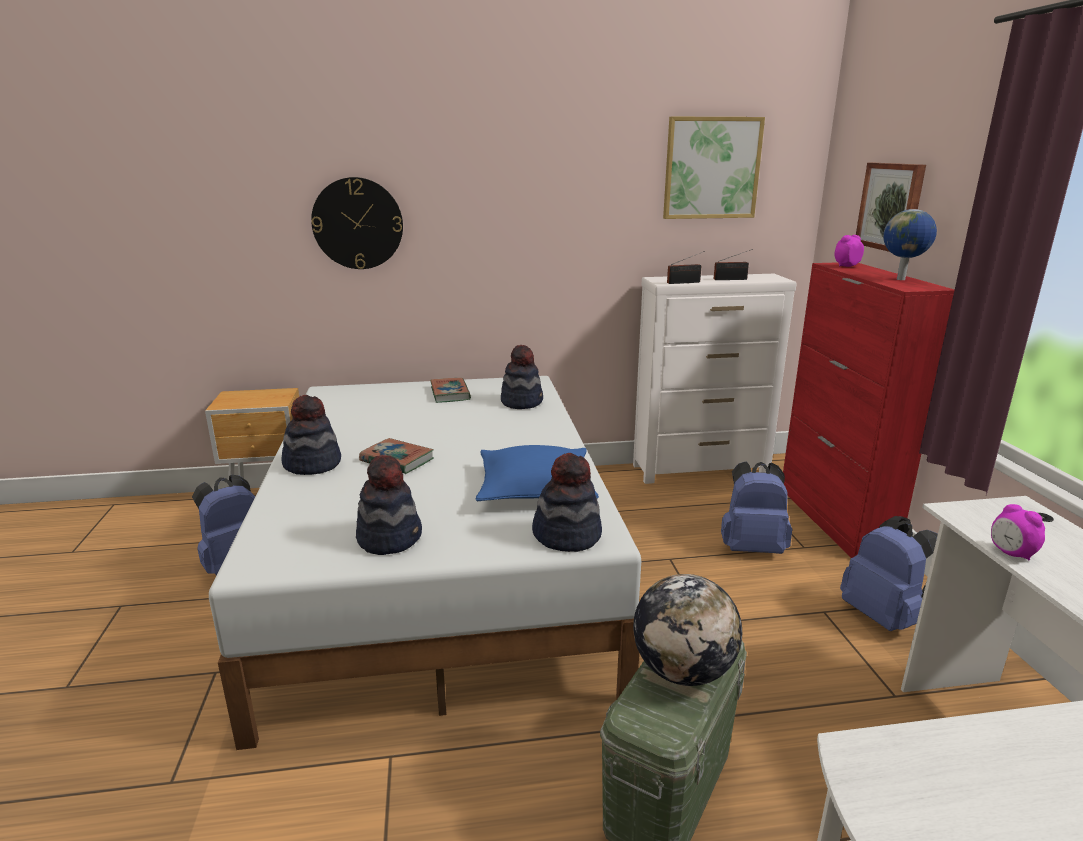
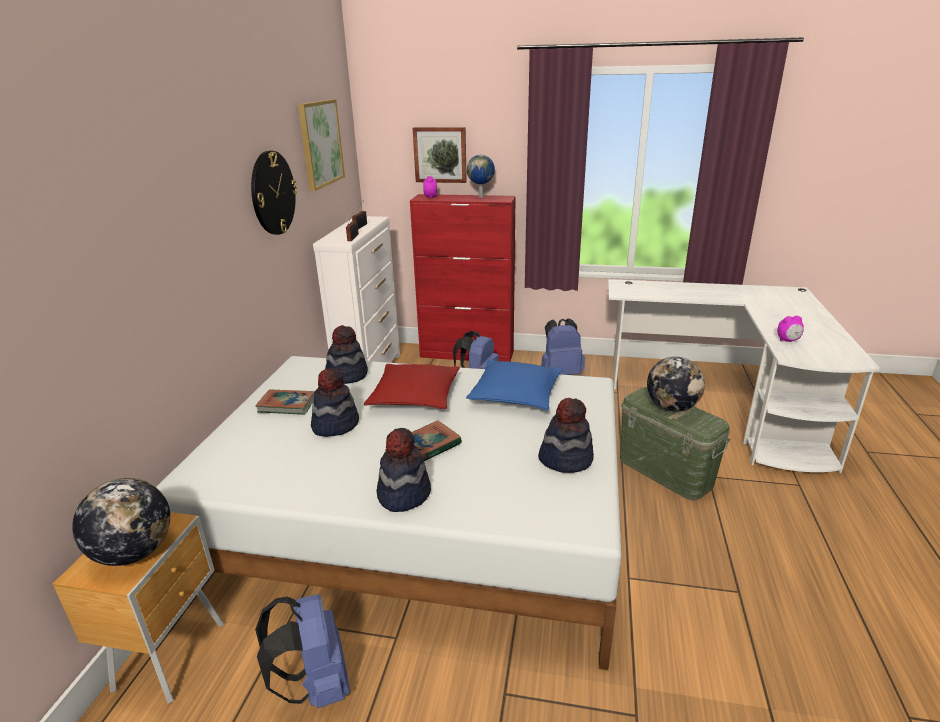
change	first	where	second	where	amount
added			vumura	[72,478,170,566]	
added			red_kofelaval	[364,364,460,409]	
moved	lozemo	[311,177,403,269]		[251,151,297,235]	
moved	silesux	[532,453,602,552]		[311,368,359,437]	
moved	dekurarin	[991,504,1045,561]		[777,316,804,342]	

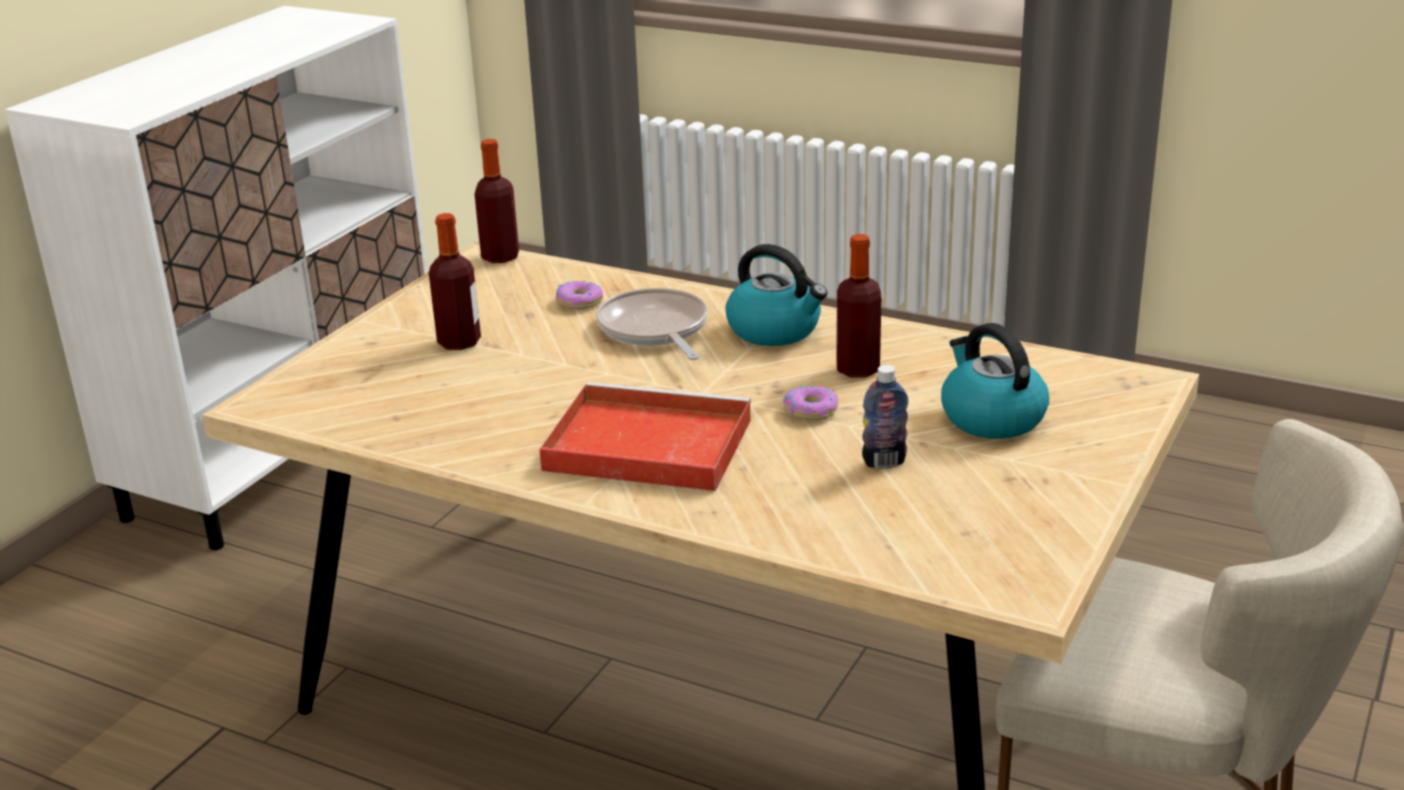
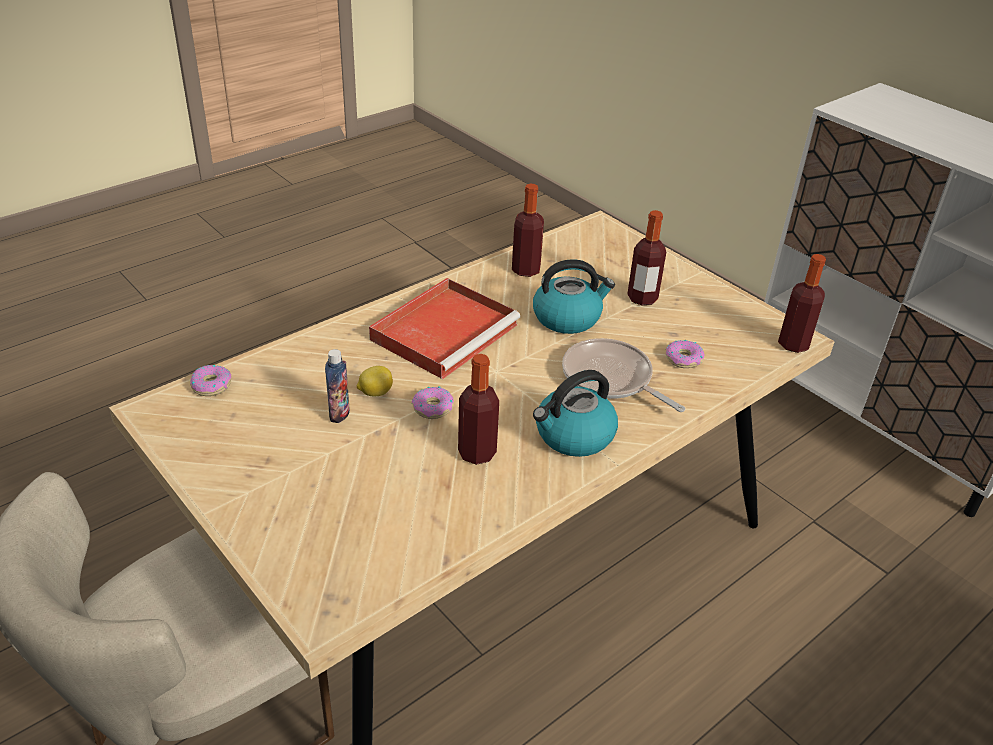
change	first	where	second	where	amount
added			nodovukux	[190,365,231,396]	
added			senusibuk	[357,366,393,397]	
added			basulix	[512,184,544,277]	
moved	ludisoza	[941,323,1049,439]		[533,259,615,334]	
turned	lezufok	[596,288,708,360]		[562,338,685,412]	135 degrees counterclockwise

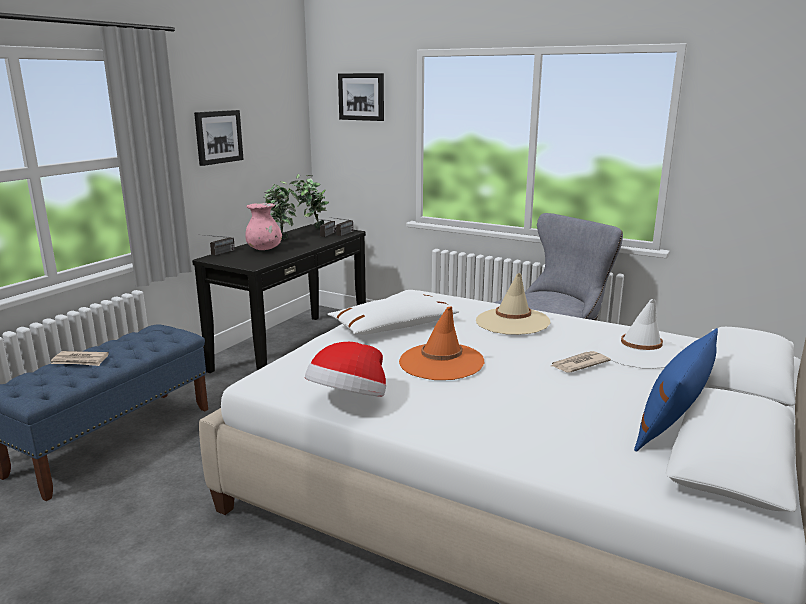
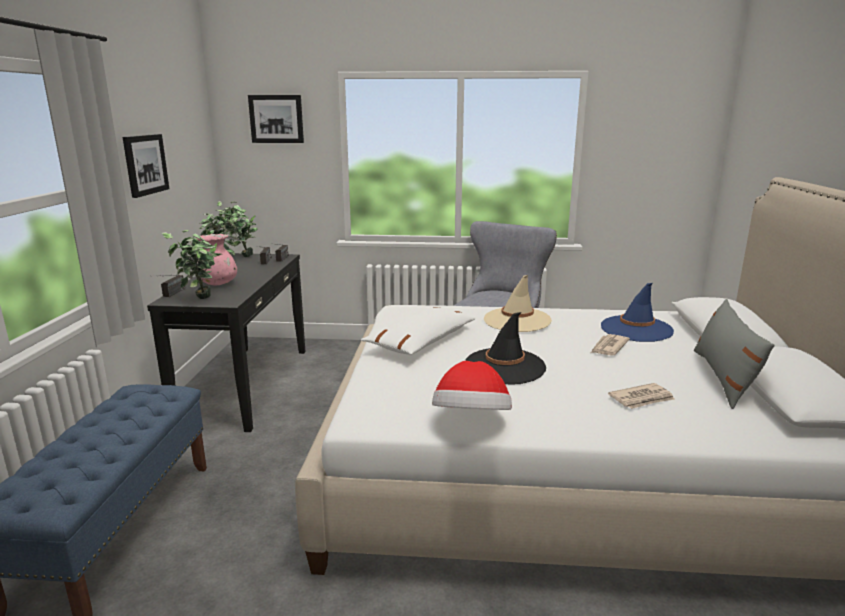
change	first	where	second	where	amount
added			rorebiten	[162,230,222,299]	
moved	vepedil	[51,351,109,366]		[608,383,675,409]	
recoloured	orange_silesux	[399,307,484,380]	black_silesux	[465,312,546,384]	
recoloured	white_silesux	[598,299,682,369]	blue_silesux	[601,283,674,342]	
recoloured	blue_kofelaval	[634,328,718,452]	grey_kofelaval	[694,299,774,409]	

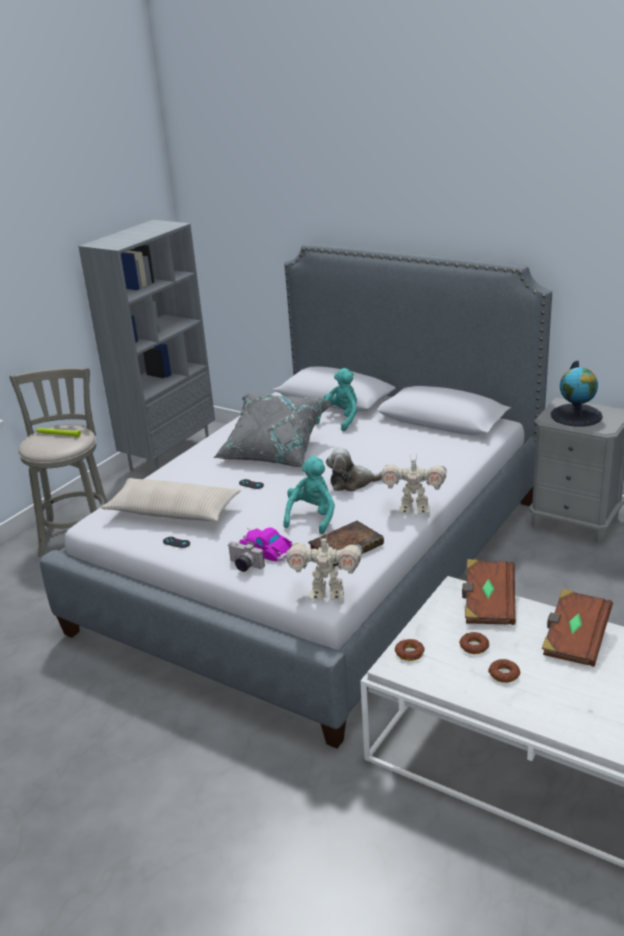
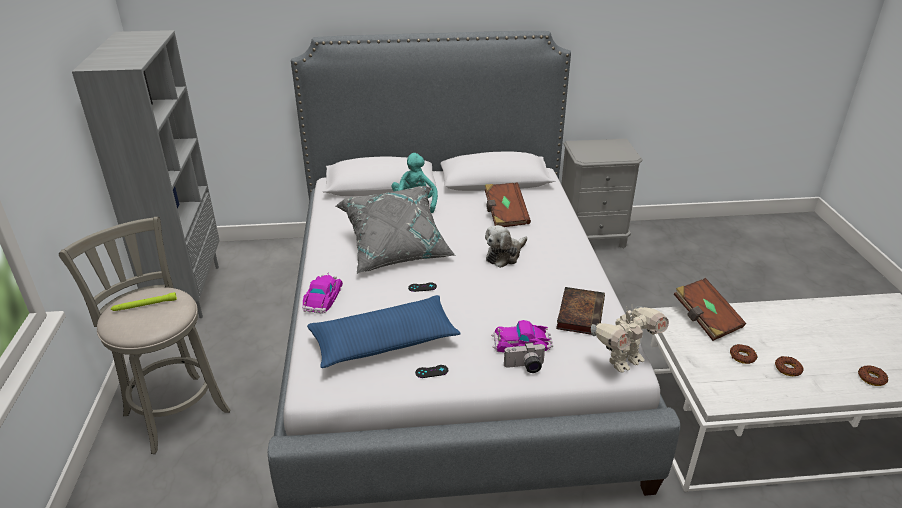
change	first	where	second	where	amount
removed	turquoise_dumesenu	[283,456,335,534]			
removed	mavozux	[381,454,447,514]			
removed	vumura	[551,360,603,427]			
added			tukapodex	[302,272,343,314]	
moved	nodovukux	[395,639,424,661]		[858,365,888,386]	
moved	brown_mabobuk	[542,589,613,667]		[485,182,531,227]	
recoloured	beige_kofelaval	[101,478,241,522]	blue_kofelaval	[307,295,461,368]	

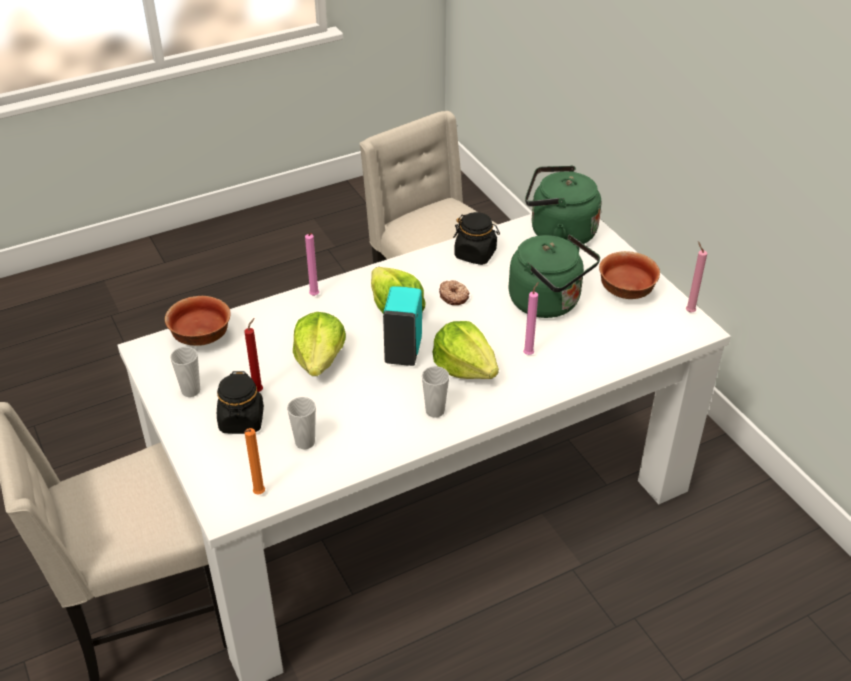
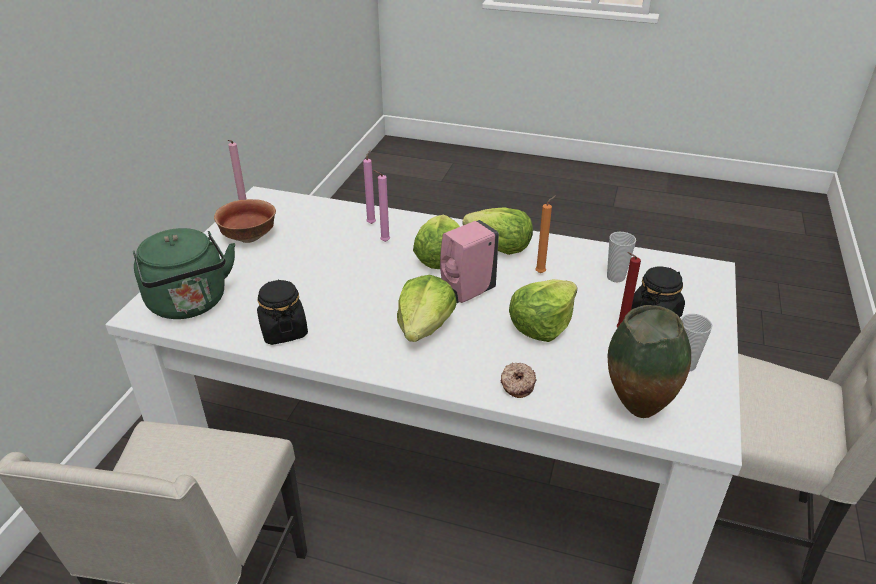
change	first	where	second	where	amount
removed	green_ludisoza	[509,234,600,318]			
moved	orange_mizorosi	[245,428,265,494]		[535,196,555,273]	
moved	pink_mizorosi	[305,233,319,296]		[363,149,376,224]	
moved	nodovukux	[439,280,470,305]		[501,362,537,398]	
replaced	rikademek	[165,296,231,346]	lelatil	[608,305,691,418]	
replaced	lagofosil	[422,366,449,418]	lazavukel	[463,207,533,255]	
recoloured	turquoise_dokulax	[383,286,422,366]	pink_dokulax	[440,220,499,303]	

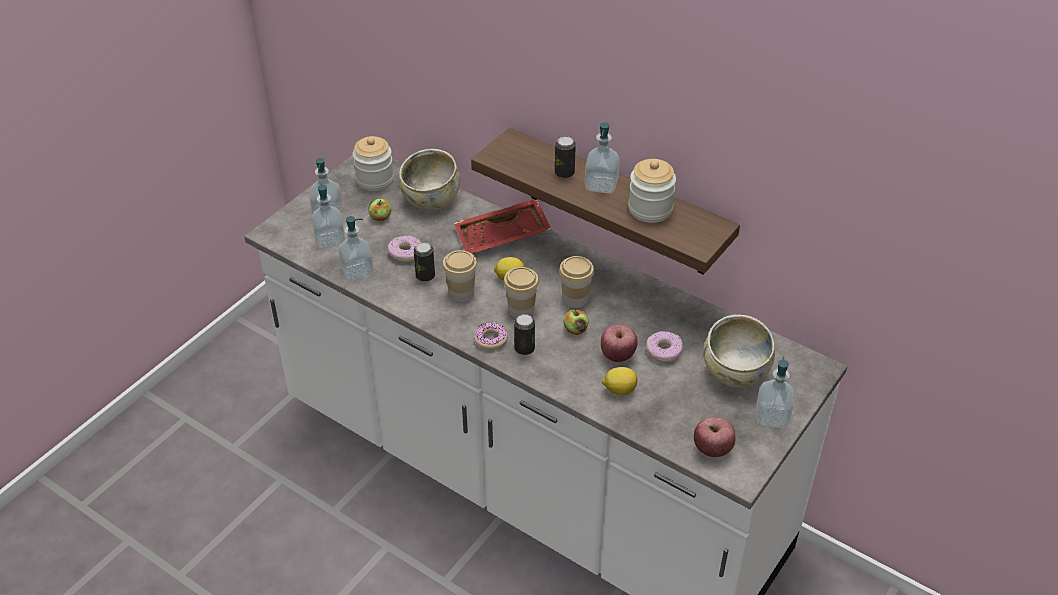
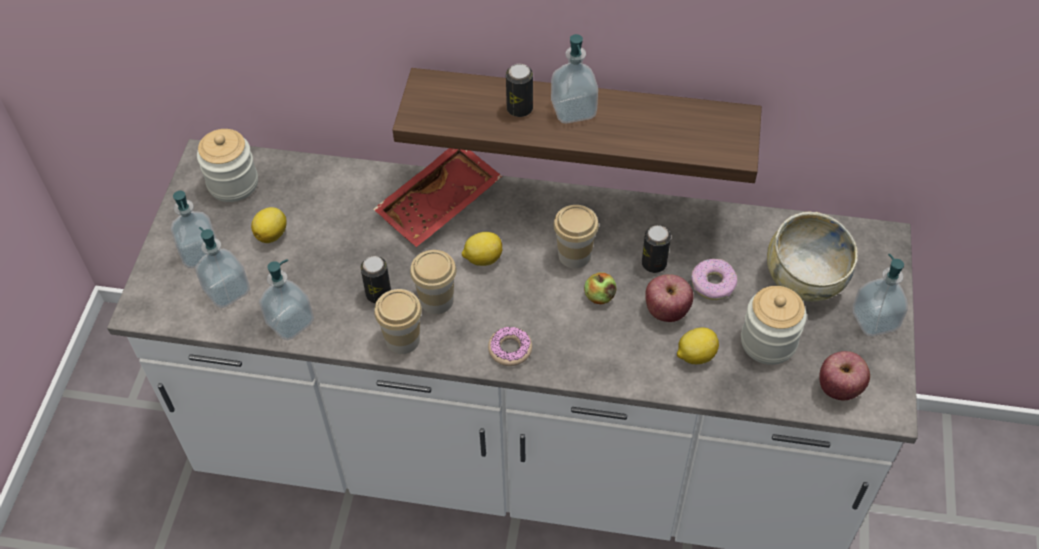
change	first	where	second	where	amount
removed	nodovukux	[388,236,421,262]			
removed	beige_rikademek	[399,149,460,211]			
moved	lagofosil	[504,267,539,318]		[374,289,422,354]	
moved	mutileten	[514,314,535,355]		[642,225,671,273]	
moved	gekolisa	[628,159,676,223]		[741,286,807,365]	
replaced	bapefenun	[368,199,391,221]	senusibuk	[251,207,287,243]	

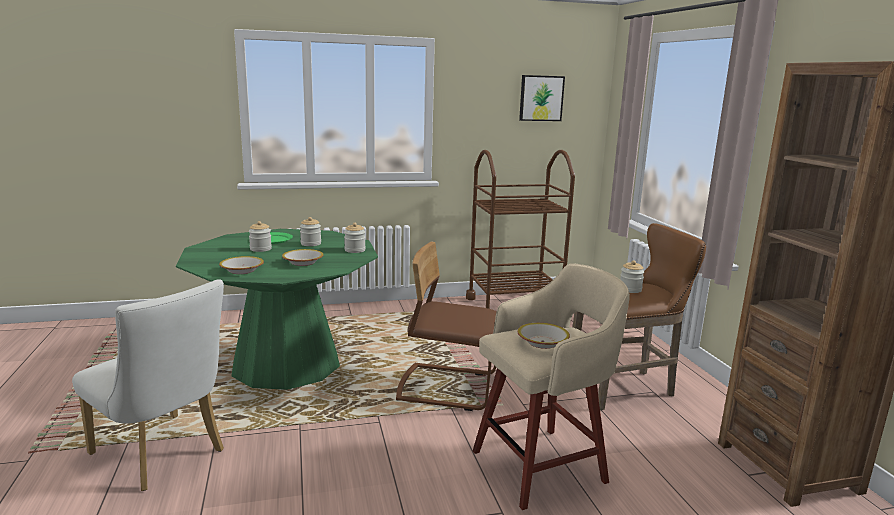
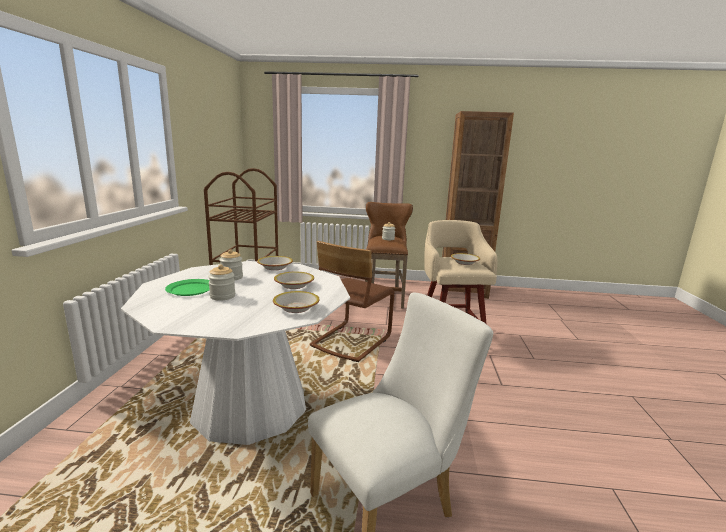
change	first	where	second	where	amount
removed	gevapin	[519,75,565,121]			
replaced	gekolisa	[344,223,366,253]	rikademek	[257,256,293,270]	
recoloured	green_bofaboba	[176,229,378,390]	white_bofaboba	[121,261,350,445]	

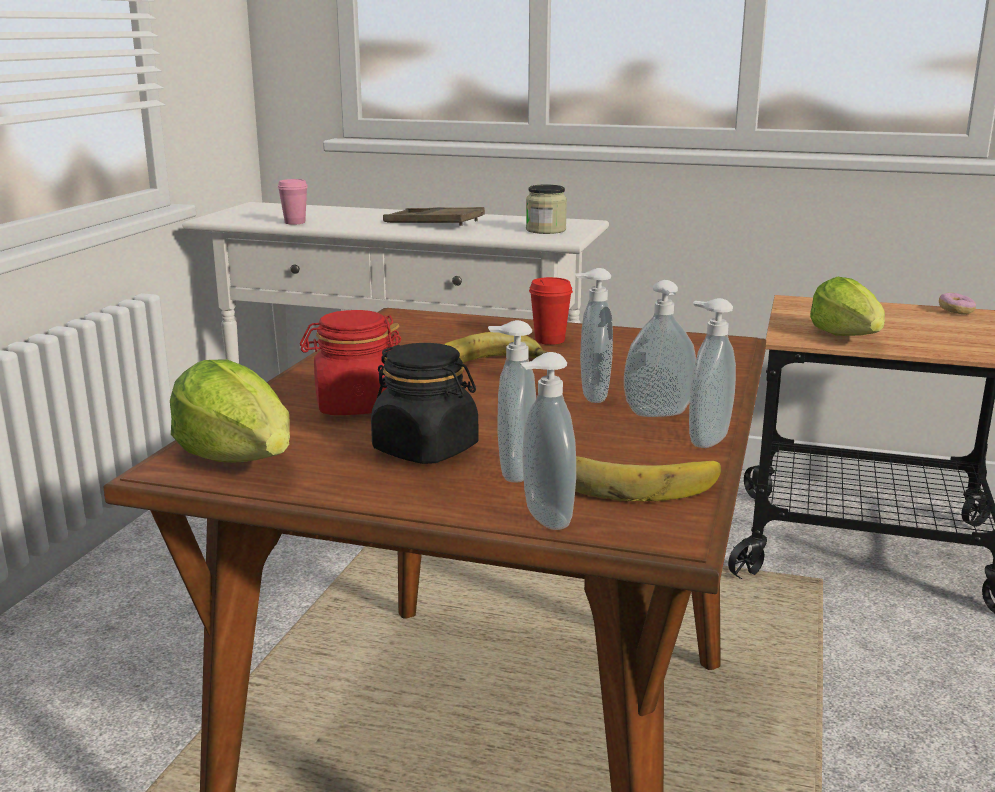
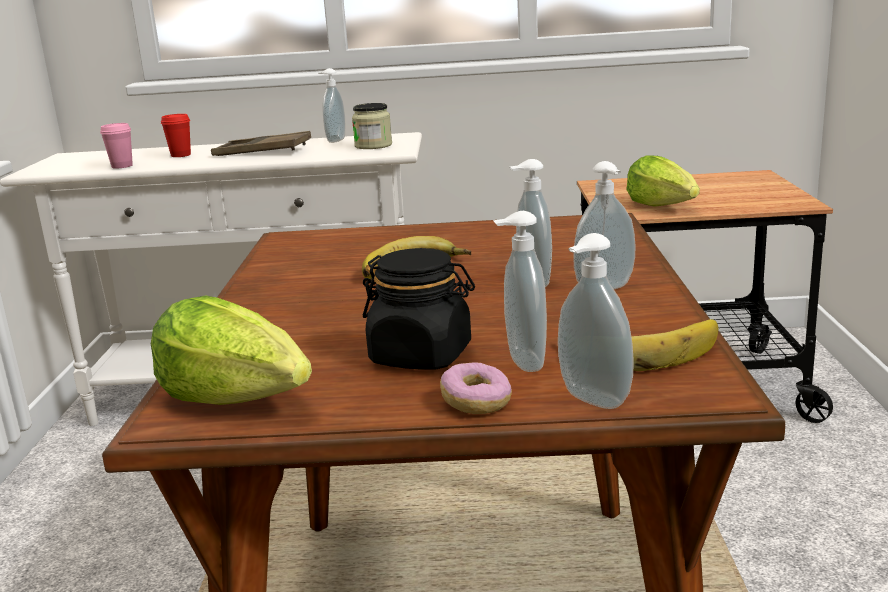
change	first	where	second	where	amount
removed	red_gekolisa	[300,310,401,415]			
moved	red_lagofosil	[529,277,573,345]		[161,114,191,157]	
moved	dokulax	[689,298,736,448]		[318,68,345,143]	
moved	nodovukux	[939,293,976,314]		[440,362,512,414]	

